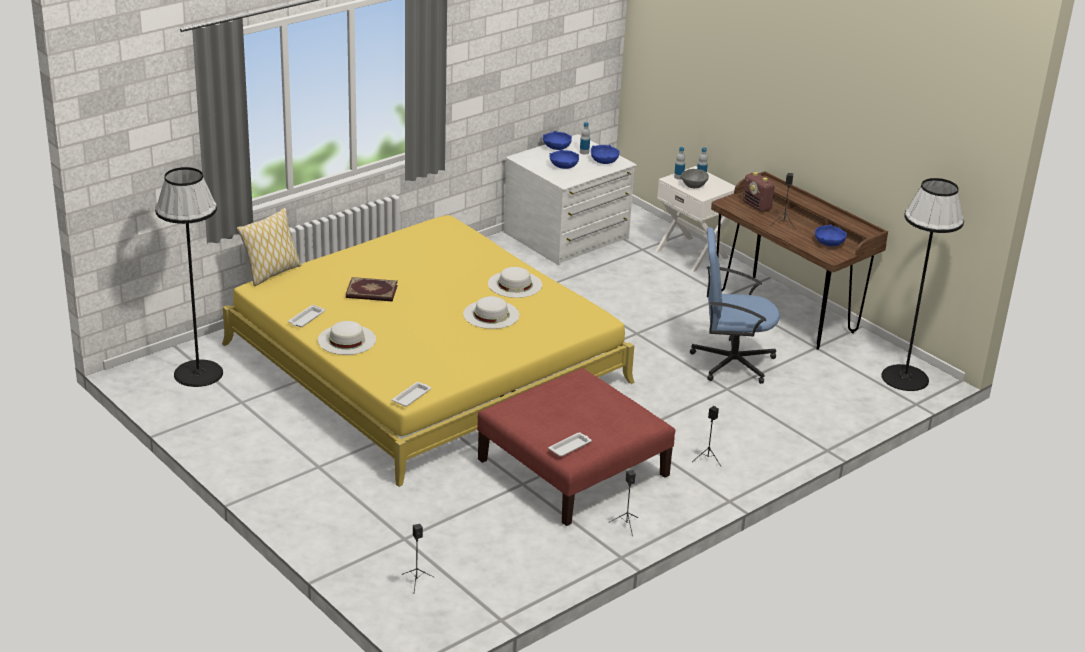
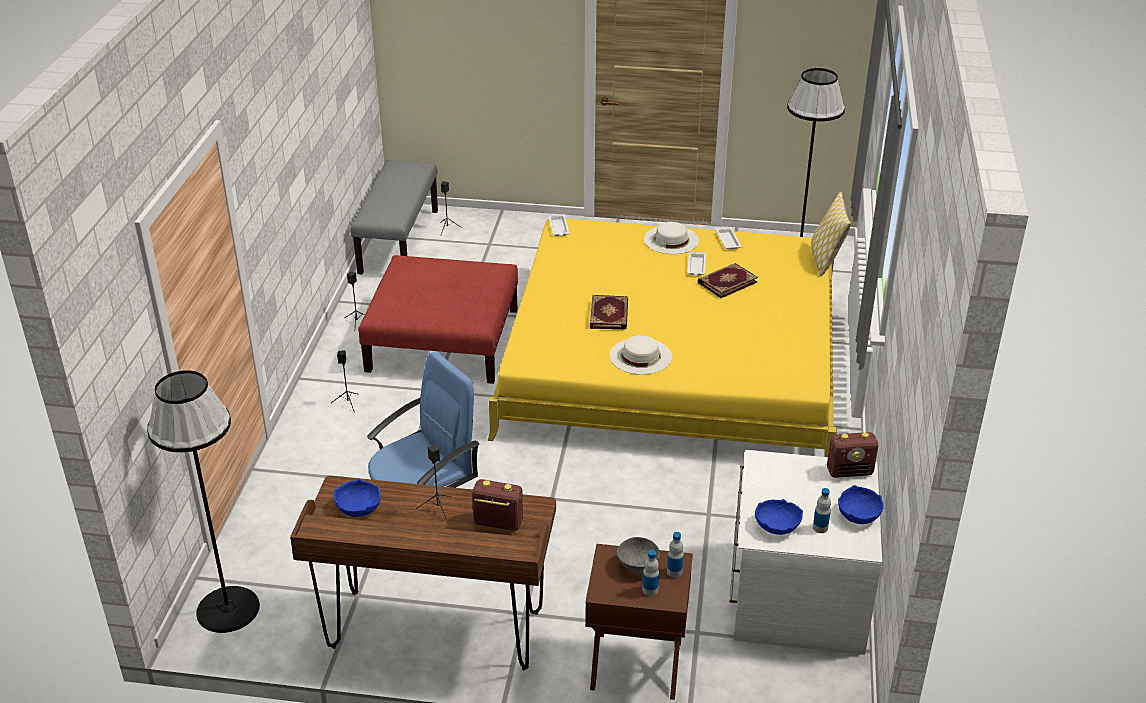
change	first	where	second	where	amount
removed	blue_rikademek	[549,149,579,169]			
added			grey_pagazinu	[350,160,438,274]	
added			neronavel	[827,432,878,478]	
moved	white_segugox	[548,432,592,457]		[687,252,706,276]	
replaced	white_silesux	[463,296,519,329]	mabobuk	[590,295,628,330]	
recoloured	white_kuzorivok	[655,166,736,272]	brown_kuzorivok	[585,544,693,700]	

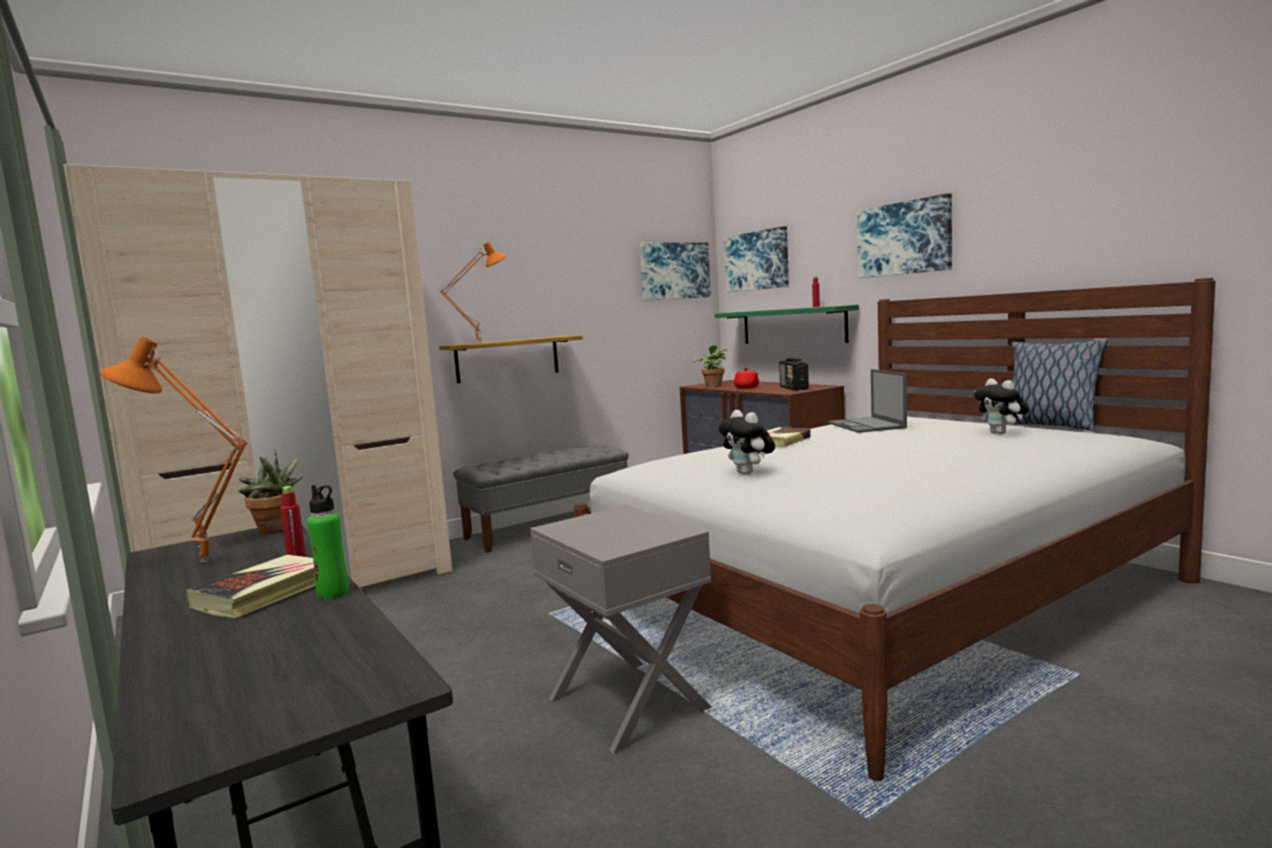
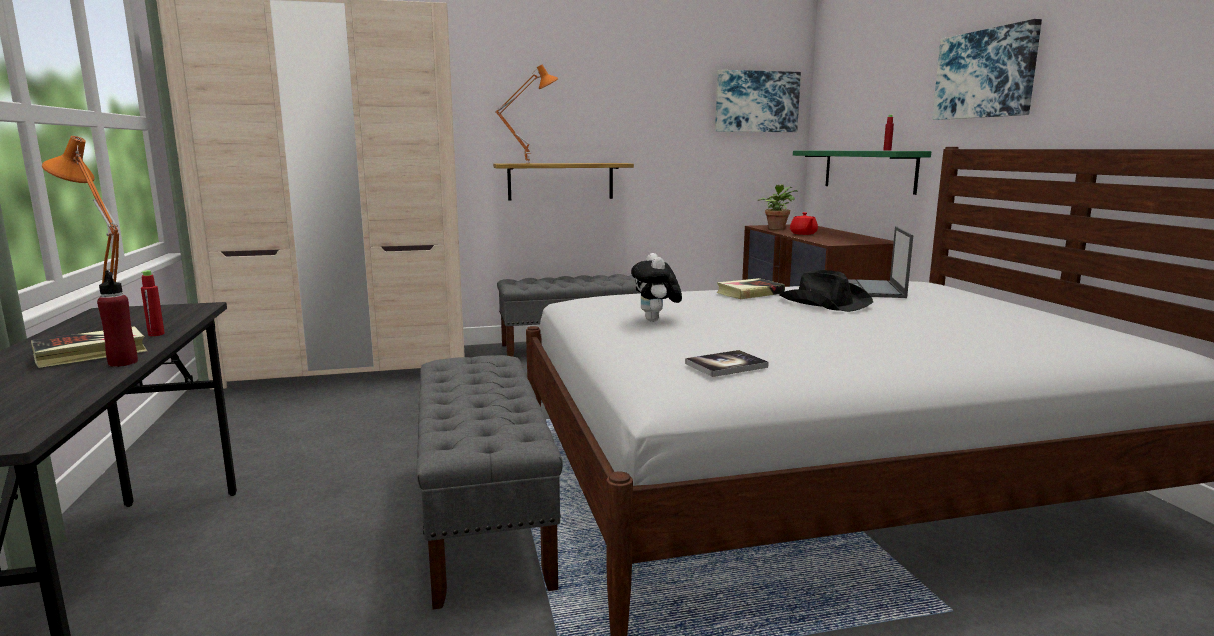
change	first	where	second	where	amount
removed	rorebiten	[238,449,303,533]			
removed	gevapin	[724,226,789,292]			
removed	neronavel	[779,358,809,391]			
removed	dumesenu	[974,379,1029,434]			
removed	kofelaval	[1012,339,1108,431]			
added			mabobuk	[685,350,769,377]	
added			black_silesux	[779,270,873,312]	
replaced	grey_kuzorivok	[530,505,711,754]	grey_pagazinu	[416,355,563,609]	
recoloured	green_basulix	[307,485,349,600]	red_basulix	[97,271,138,367]	

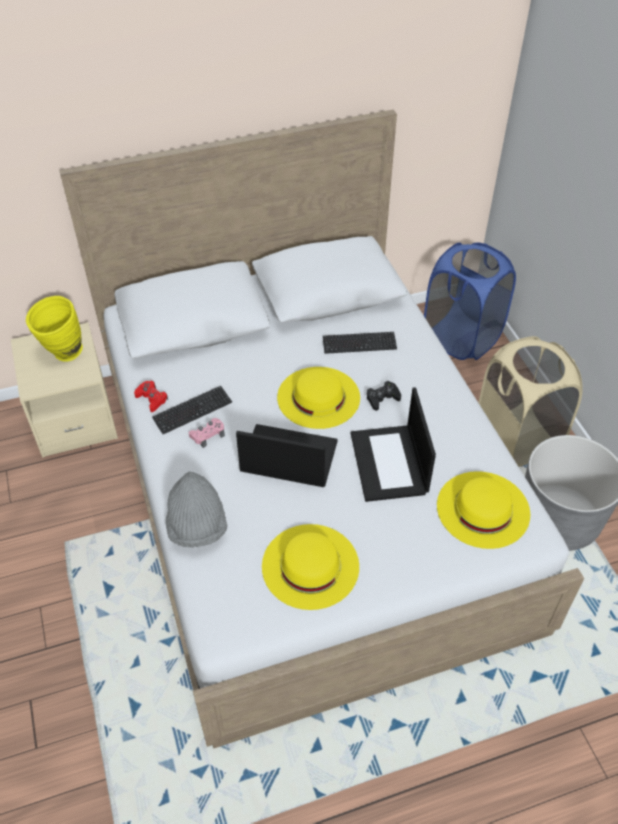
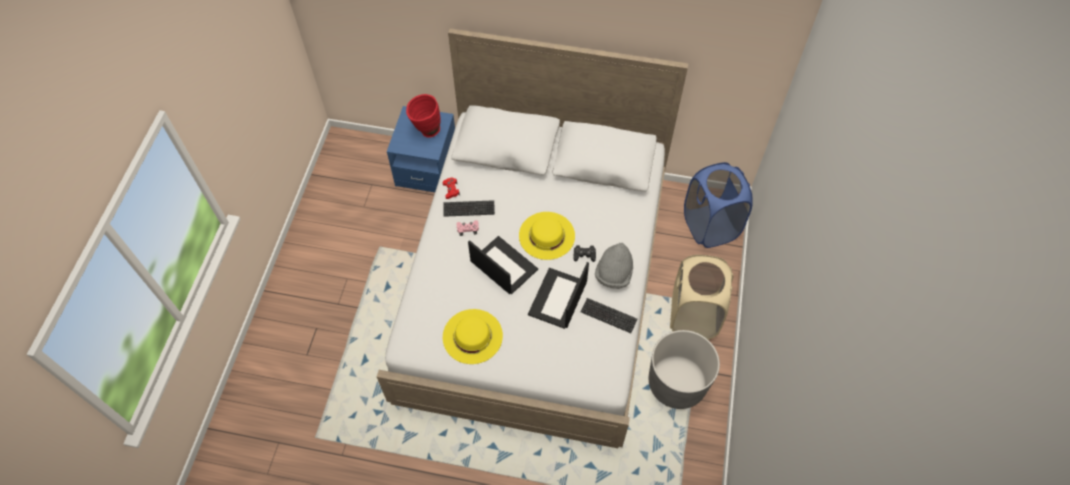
change	first	where	second	where	amount
removed	yellow_silesux	[437,471,530,549]			
moved	grey_silesux	[166,471,228,547]		[595,243,633,289]	
moved	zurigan	[323,332,397,354]		[581,298,637,333]	
recoloured	beige_kuzorivok	[11,322,118,458]	blue_kuzorivok	[387,106,455,192]	
recoloured	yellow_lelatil	[26,296,83,362]	red_lelatil	[406,94,441,138]	

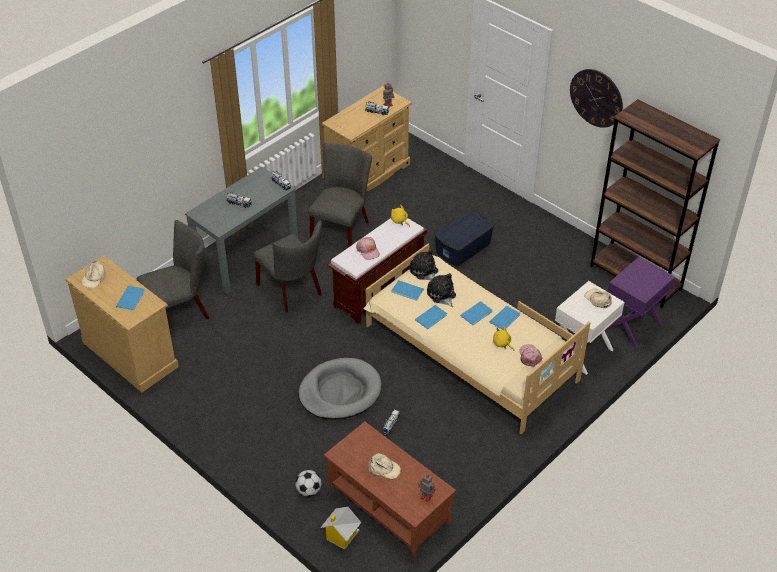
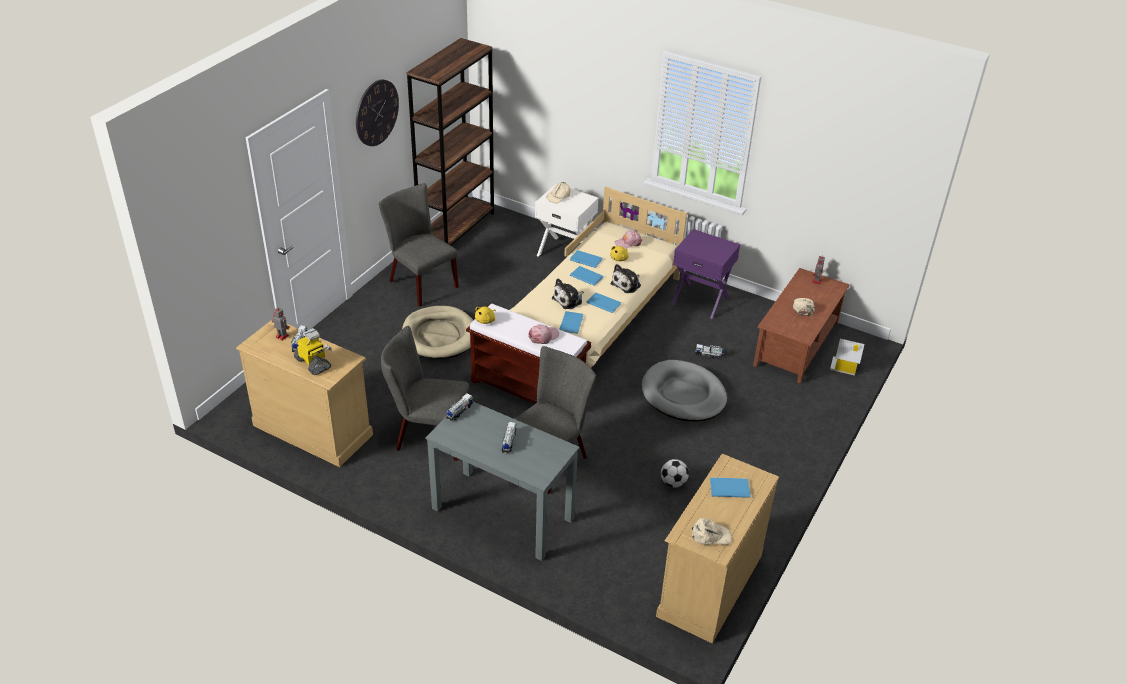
change	first	where	second	where	amount
added			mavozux	[294,328,332,375]	
moved	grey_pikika	[137,220,209,319]		[379,183,459,307]	
moved	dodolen	[295,470,322,497]		[661,459,689,488]	
moved	dumesenu	[409,249,438,280]		[611,264,641,293]	
moved	purple_kuzorivok	[607,256,675,348]		[671,229,740,319]	
replaced	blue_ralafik	[435,210,494,266]	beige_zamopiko	[402,306,473,359]	

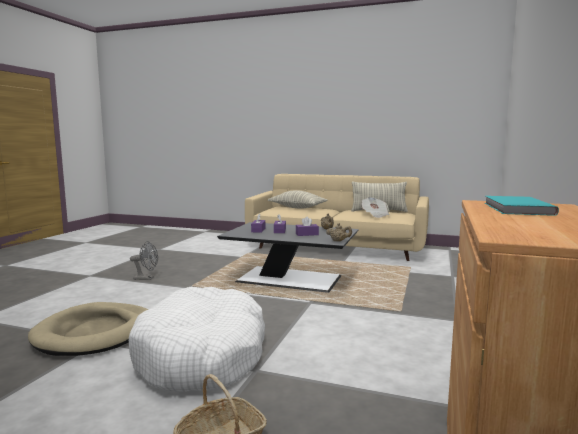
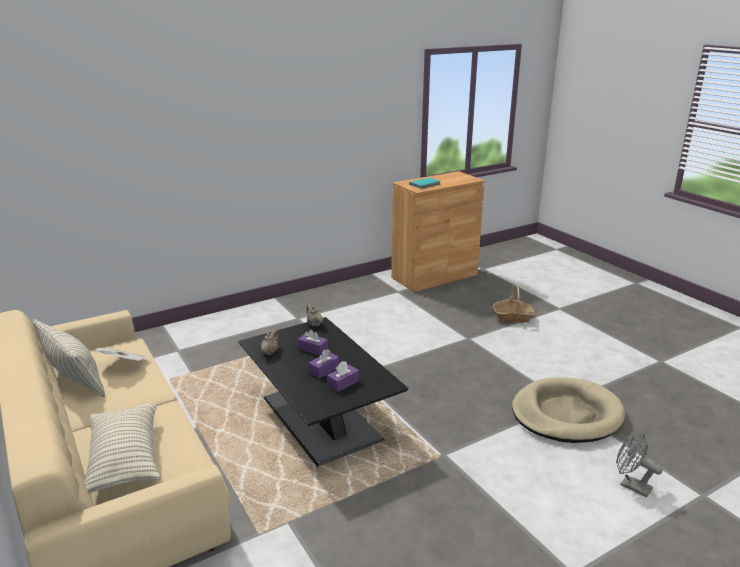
change	first	where	second	where	amount
removed	white_zamopiko	[129,287,265,392]			
moved	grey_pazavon	[130,241,158,280]		[616,434,663,497]	

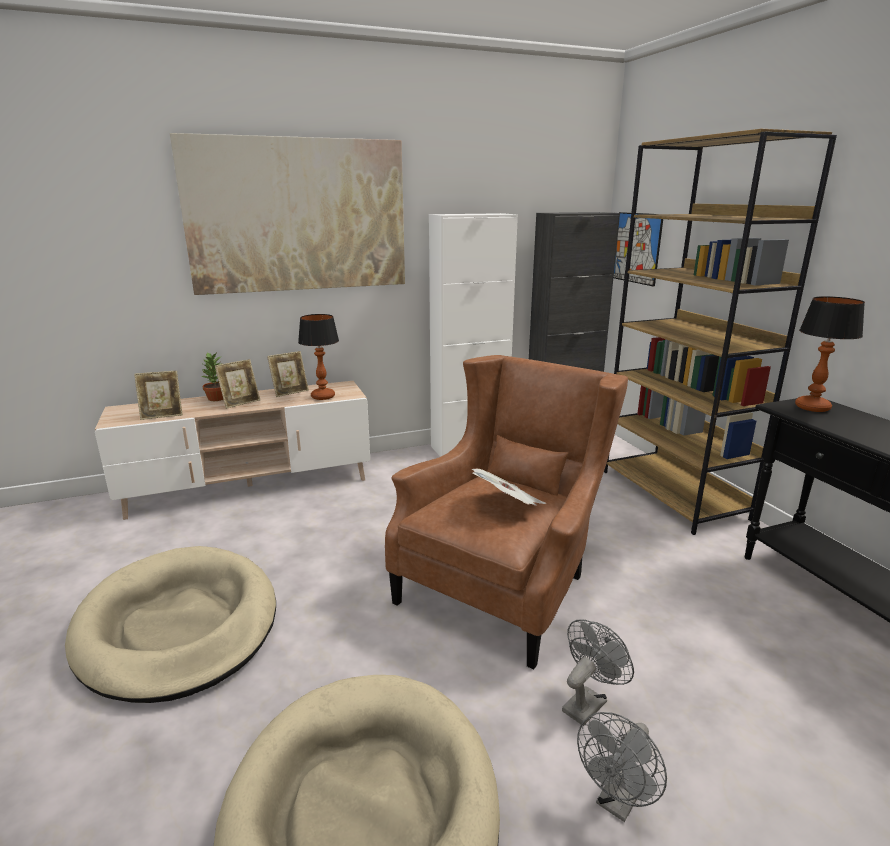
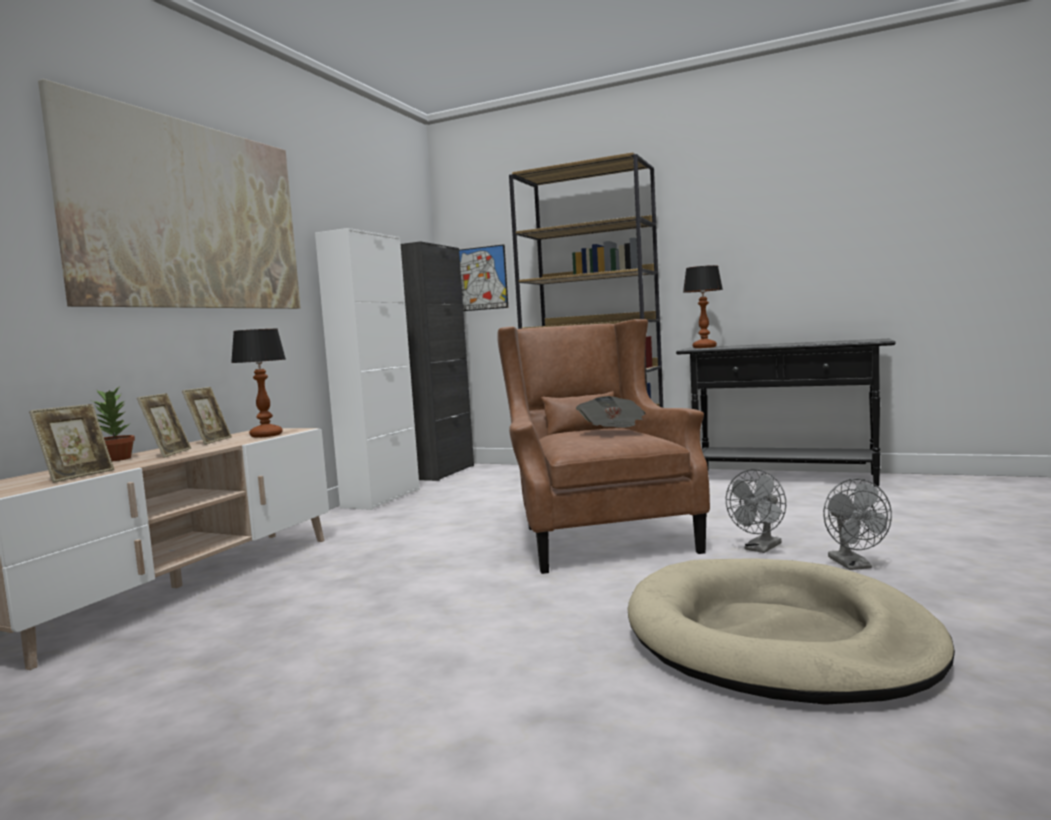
change	first	where	second	where	amount
removed	beige_zamopiko	[65,546,276,703]			
turned	grey_pazavon	[562,619,634,726]		[726,469,786,553]	135 degrees counterclockwise

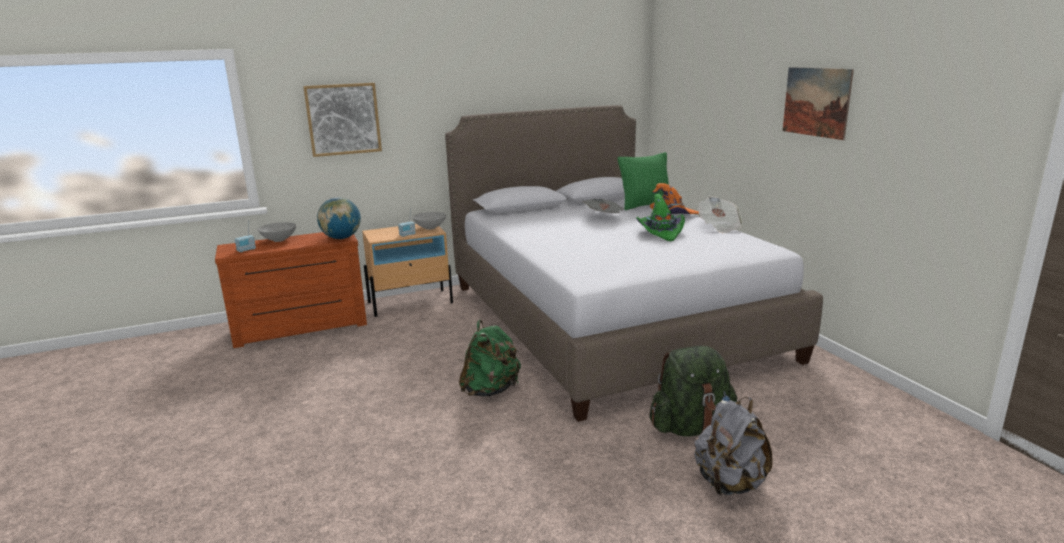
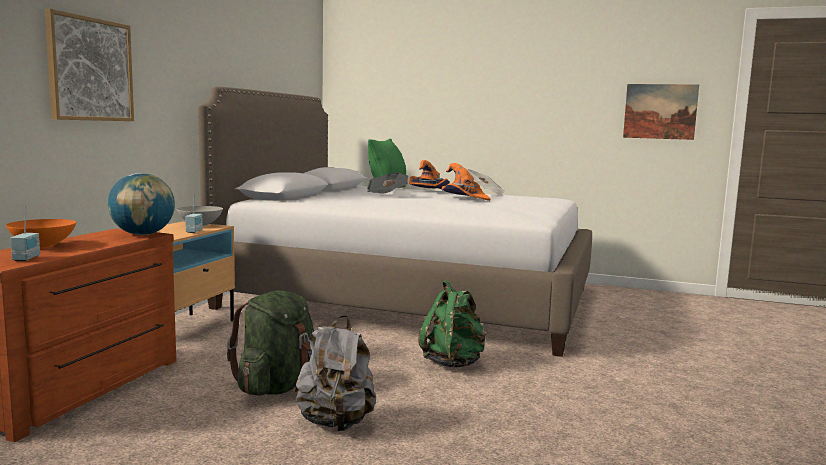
change	first	where	second	where	amount
moved	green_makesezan	[649,346,737,437]		[227,291,314,396]	
moved	grey_makesezan	[694,397,773,495]		[295,315,376,431]	
moved	gevapin	[783,67,854,140]		[623,84,699,140]	
recoloured	grey_rikademek	[258,222,296,242]	orange_rikademek	[6,219,76,248]	
recoloured	green_silesux	[636,194,685,241]	orange_silesux	[442,163,491,201]	

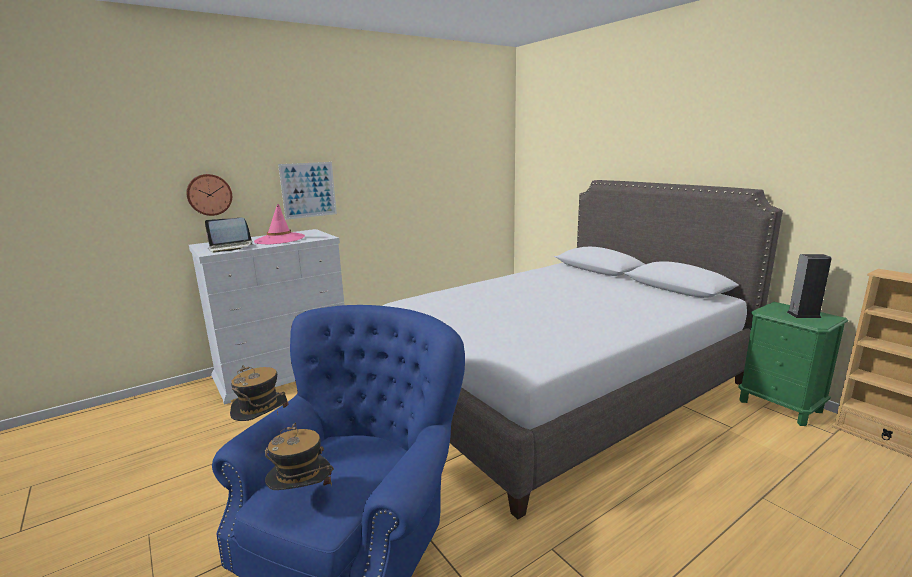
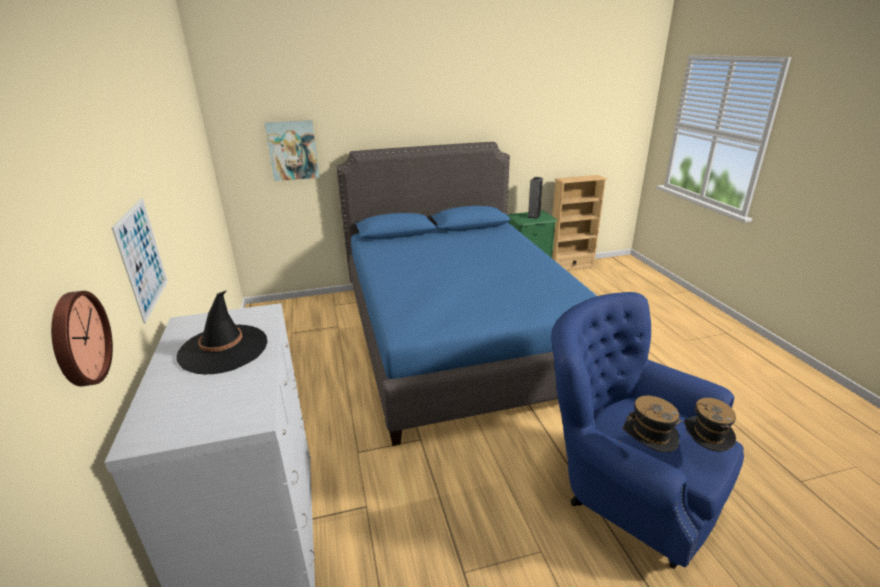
change	first	where	second	where	amount
removed	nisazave	[205,218,253,253]			
added			gevapin	[264,120,320,181]	
recoloured	pink_silesux	[254,204,305,245]	black_silesux	[176,290,267,374]	
recoloured	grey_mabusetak	[383,180,783,520]	blue_mabusetak	[336,142,597,446]	

